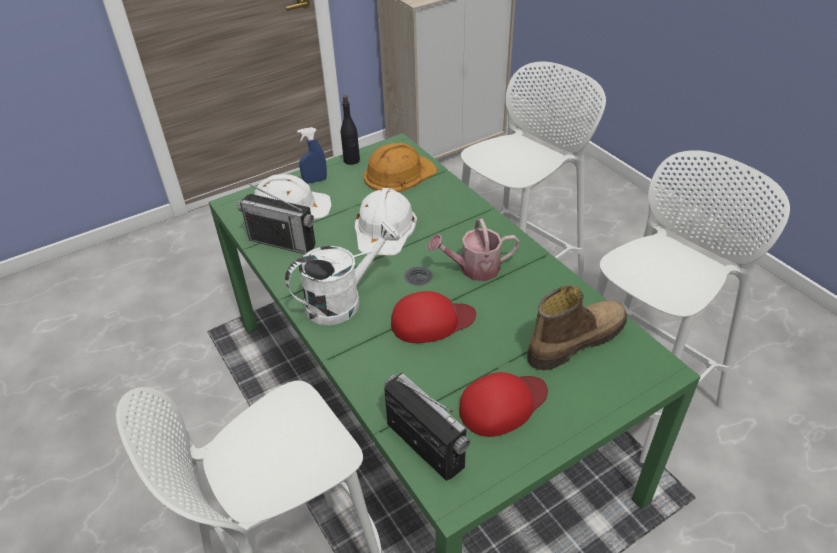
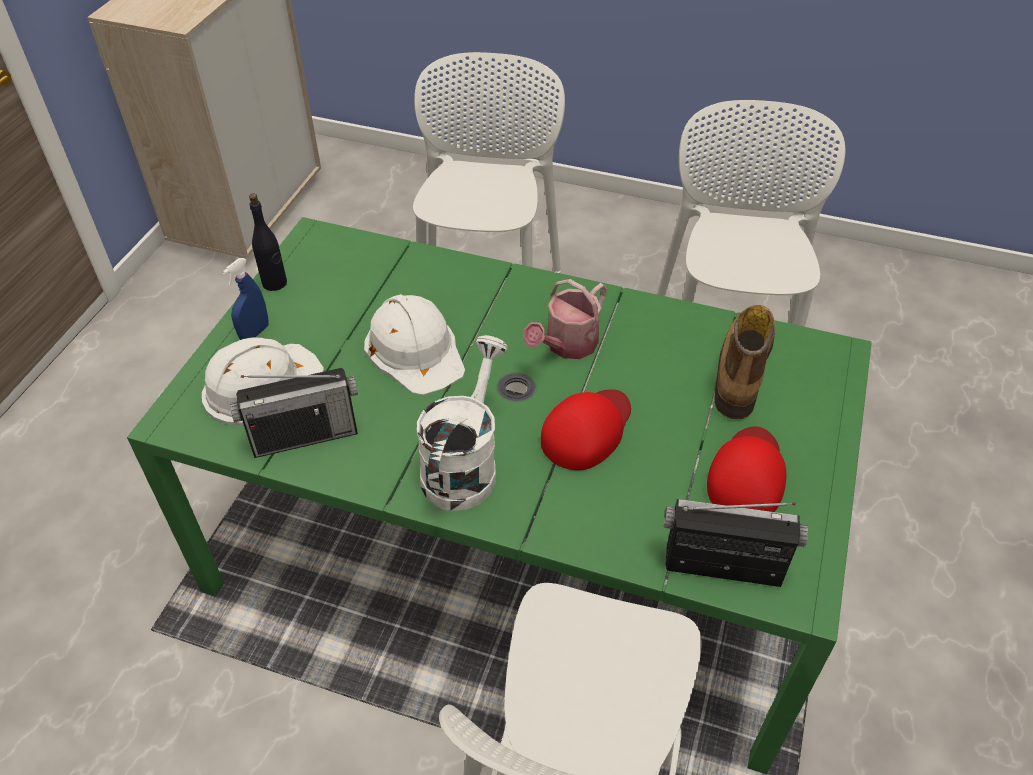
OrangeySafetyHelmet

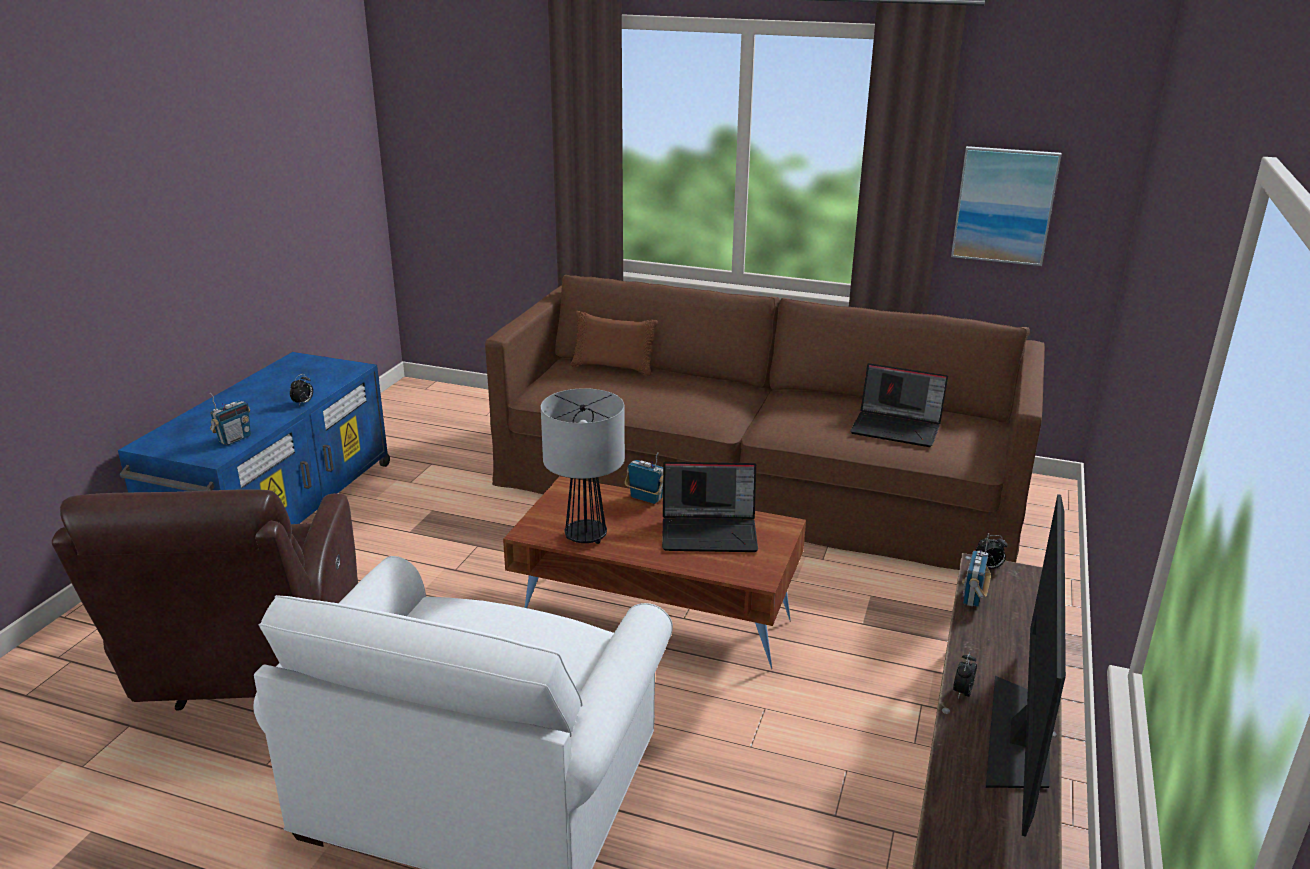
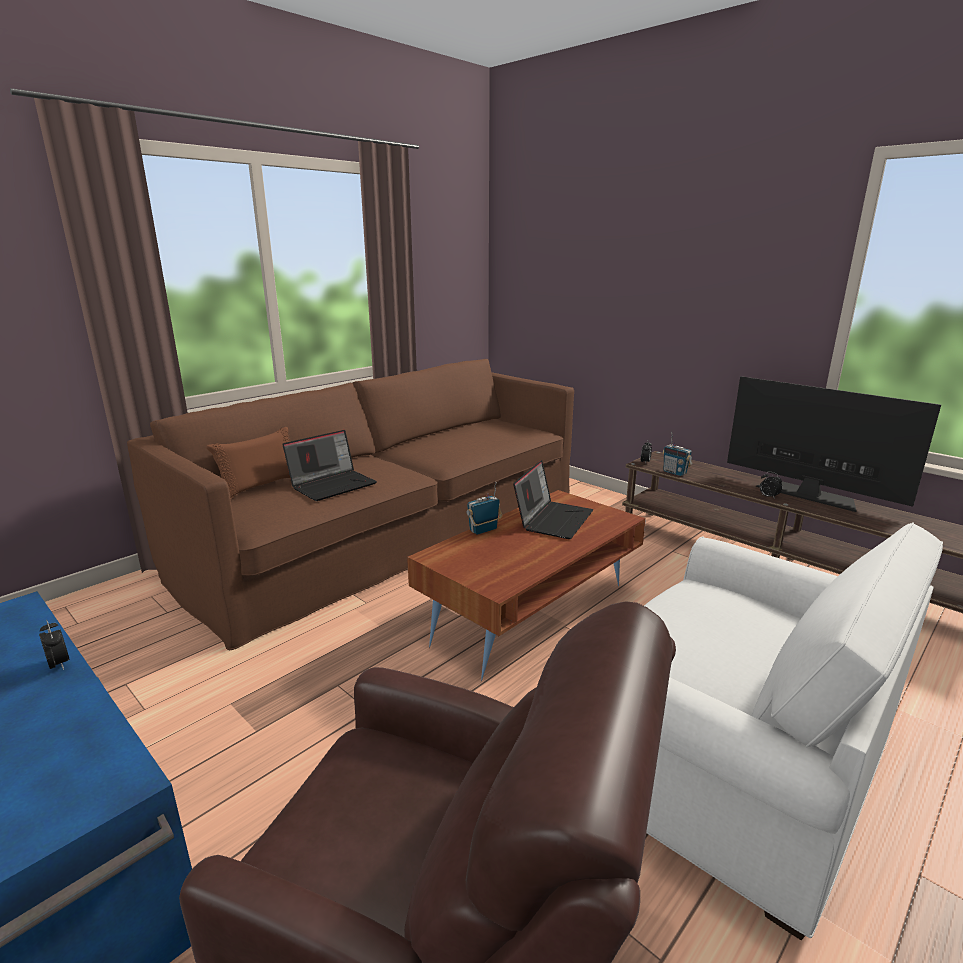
Radio (no. 1 from left in the first image); TabletopLamp; PortableComputer (no. 1 from left); WallArt

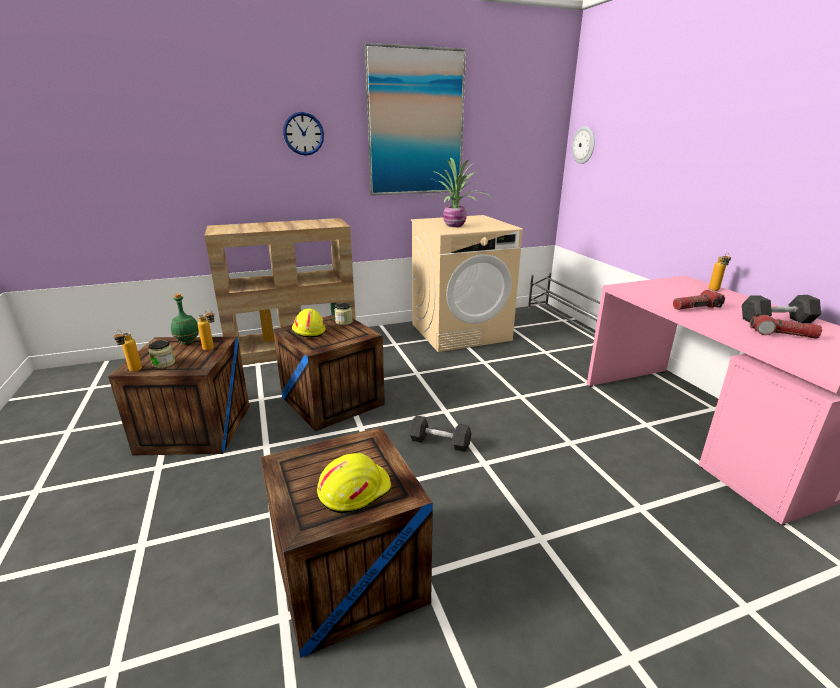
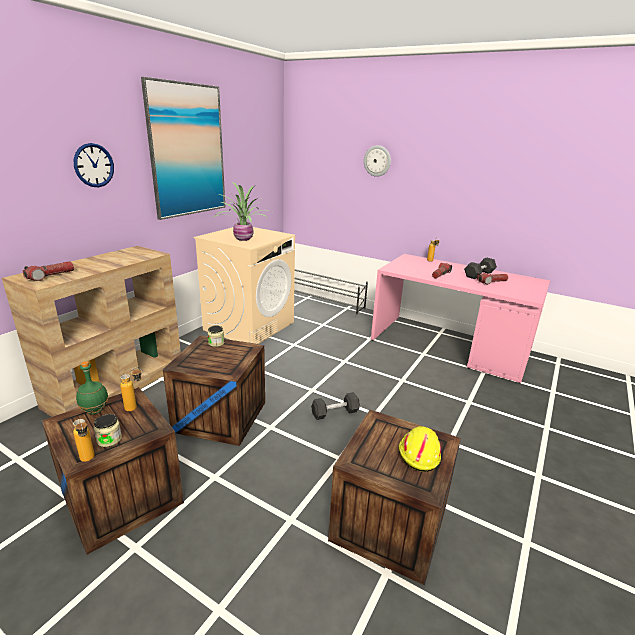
YellowishSafetyHelmet (no. 1 from left in the first image); ClockOnTheWall (no. 2 from left); Flashlight (no. 1 from left)

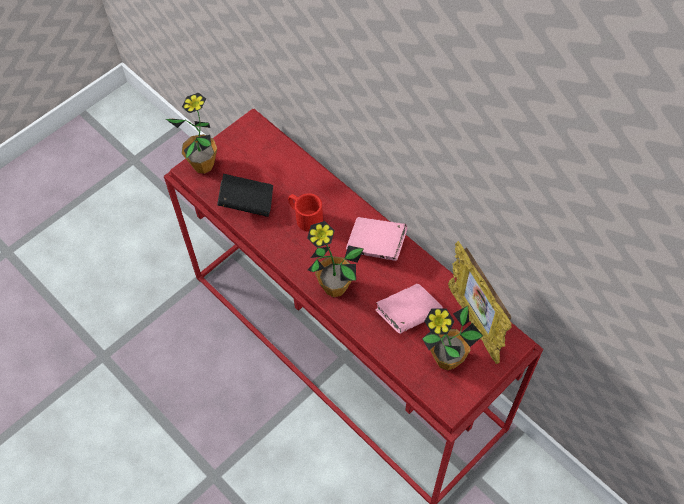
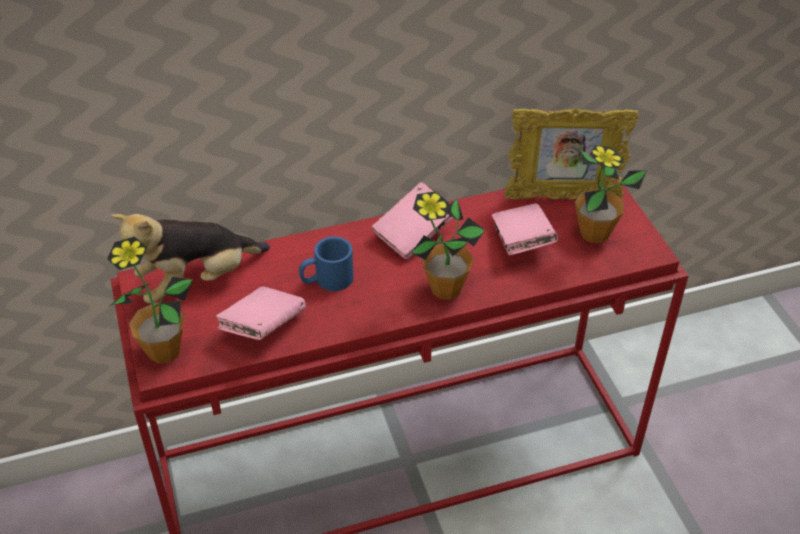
PinkishBoundBook (no. 1 from left); BlueCoffeeMug; CuddlyToy

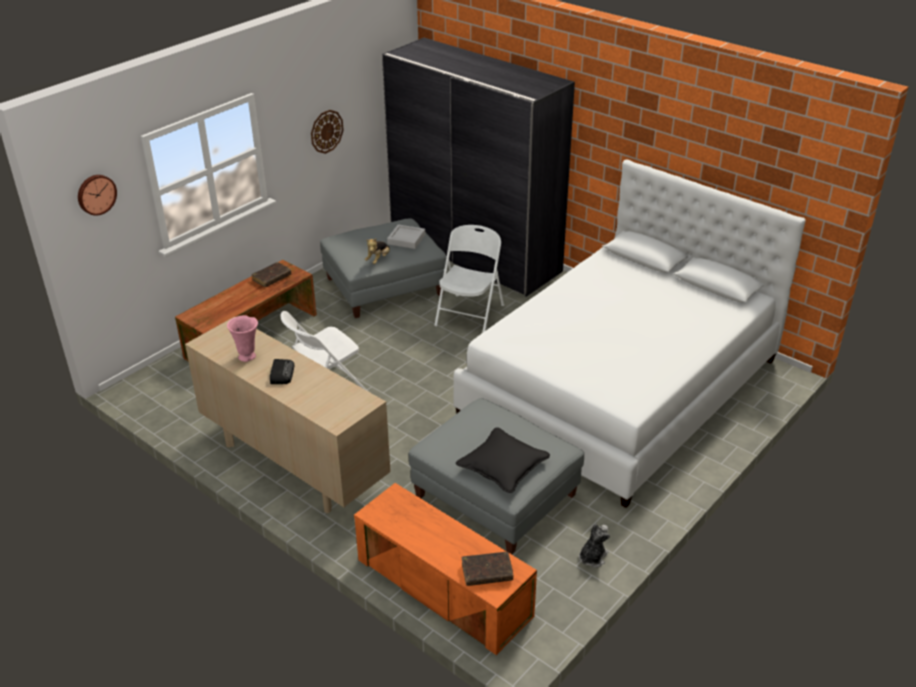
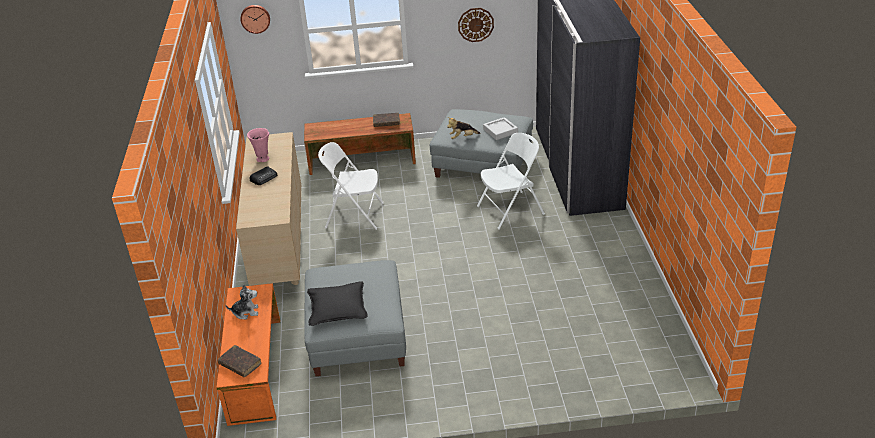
WhiteSleepingBed; CuddlyToy (no. 1 from left)

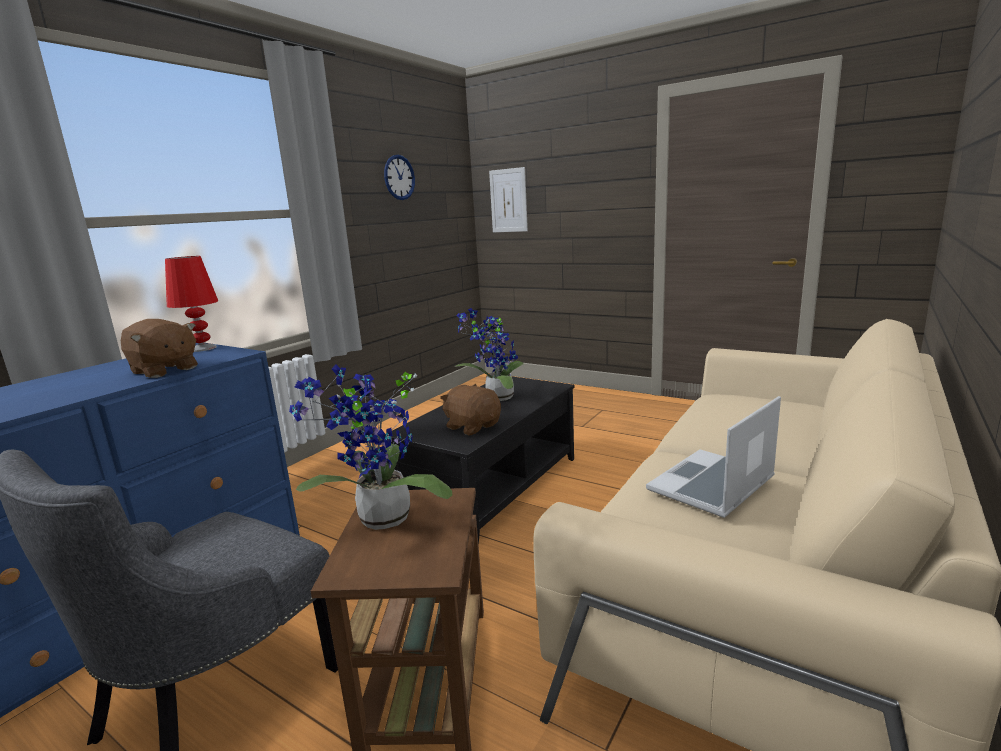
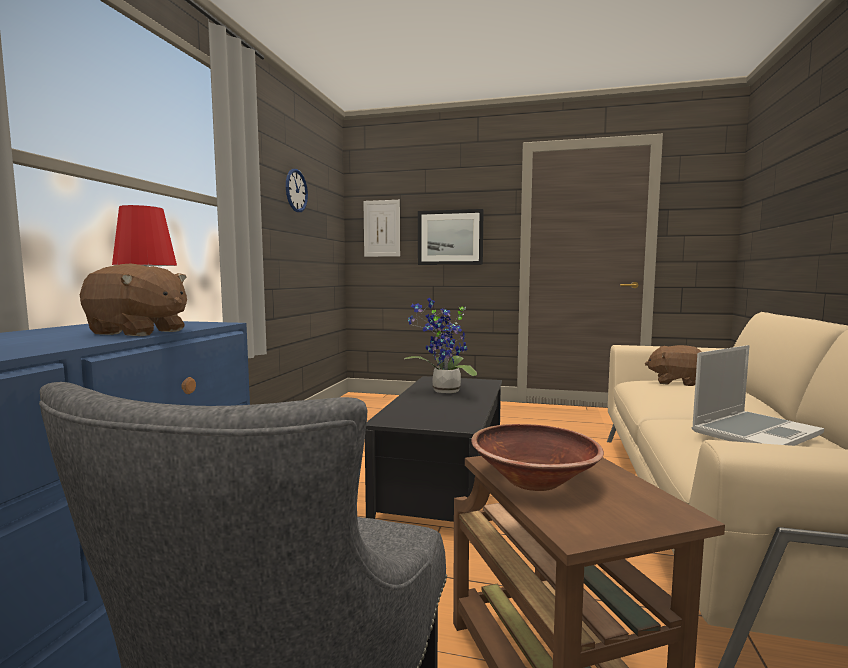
BrownColouredBowl; BrownColouredCuddlyToy (no. 2 from left); PortableComputer; WallArt (no. 2 from left)

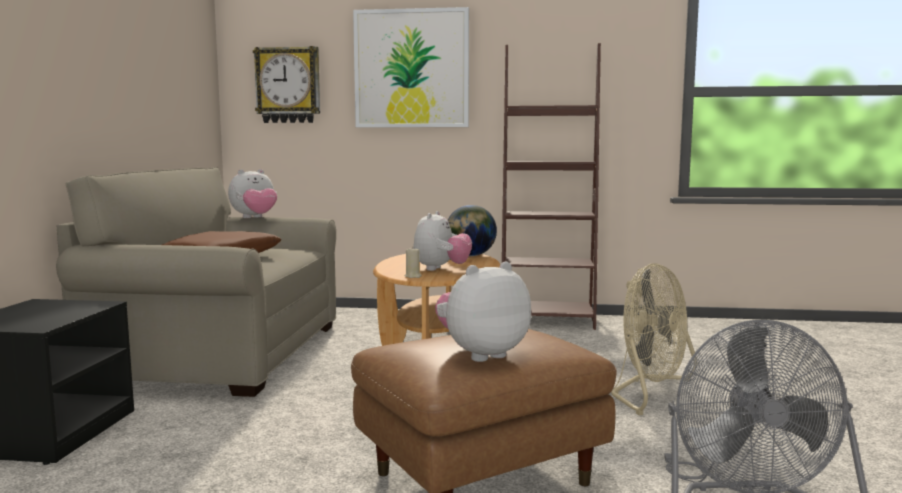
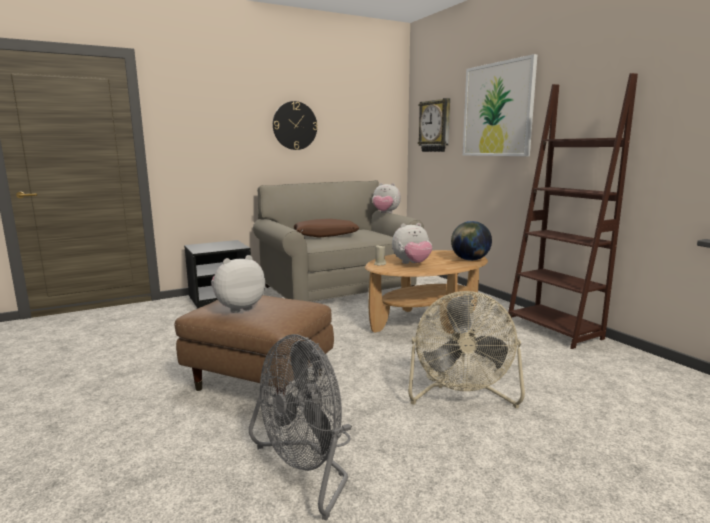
CuddlyToy (no. 1 from left); ClockOnTheWall (no. 1 from left)

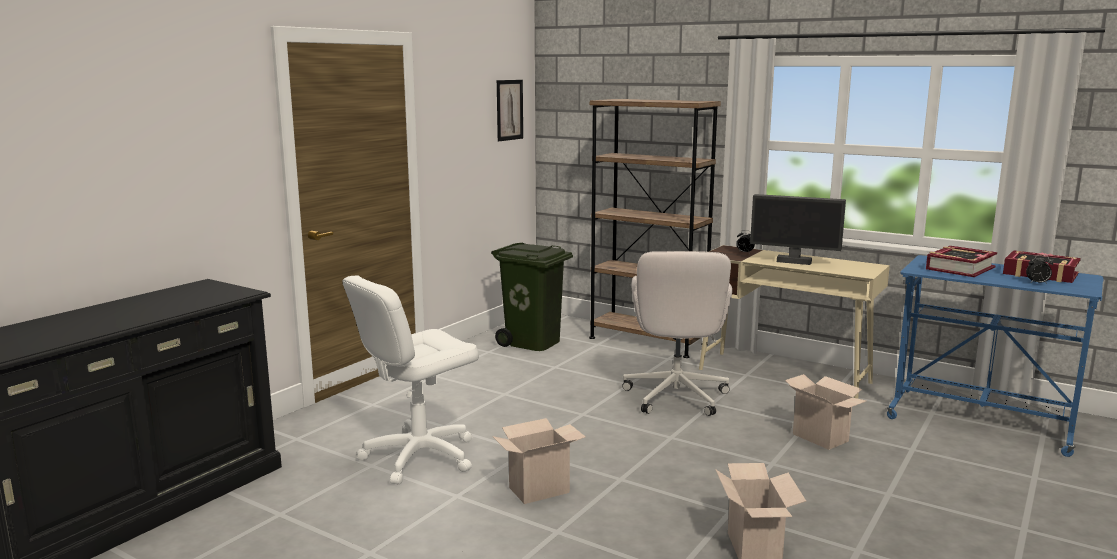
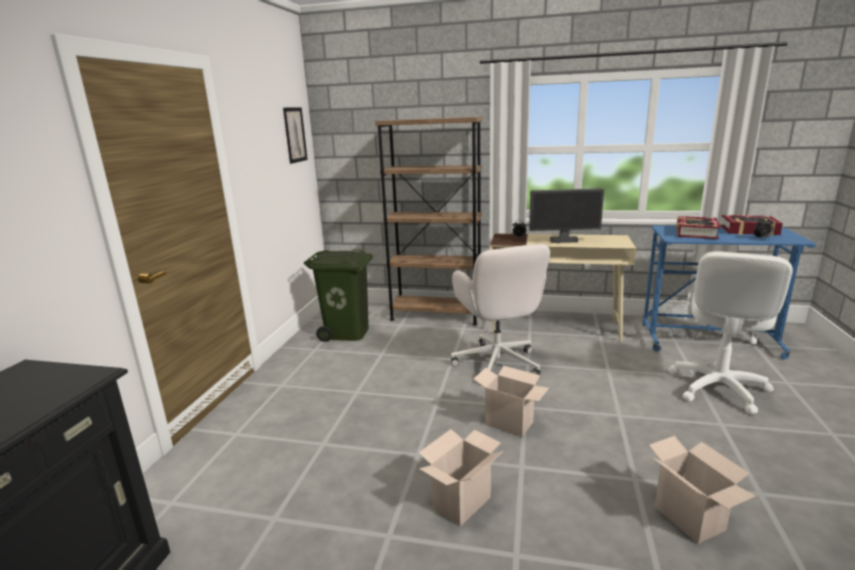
WhiteComputerChair (no. 2 from left); CardboardBox (no. 2 from left)

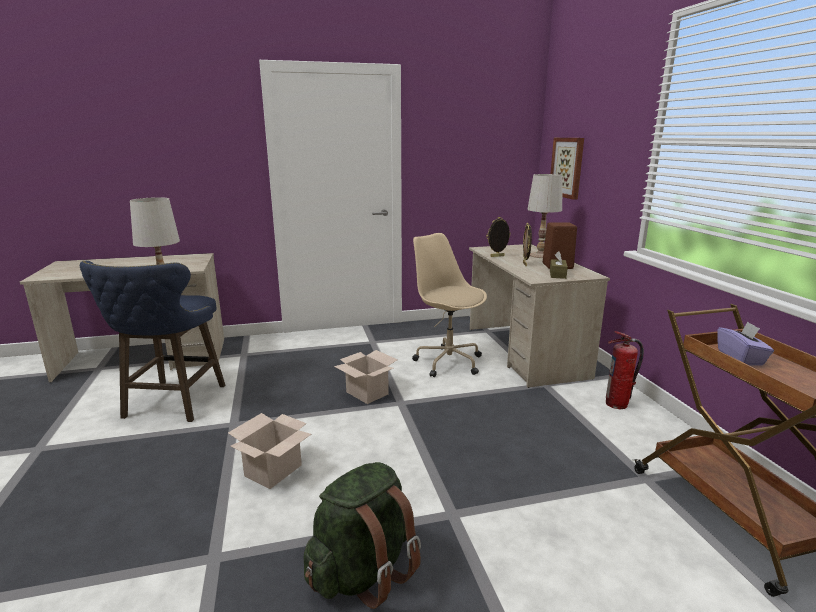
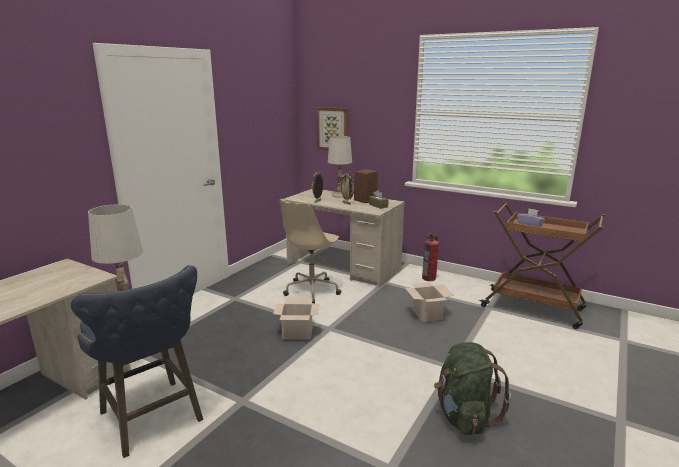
CardboardBox (no. 2 from left); SandColouredComputerChair

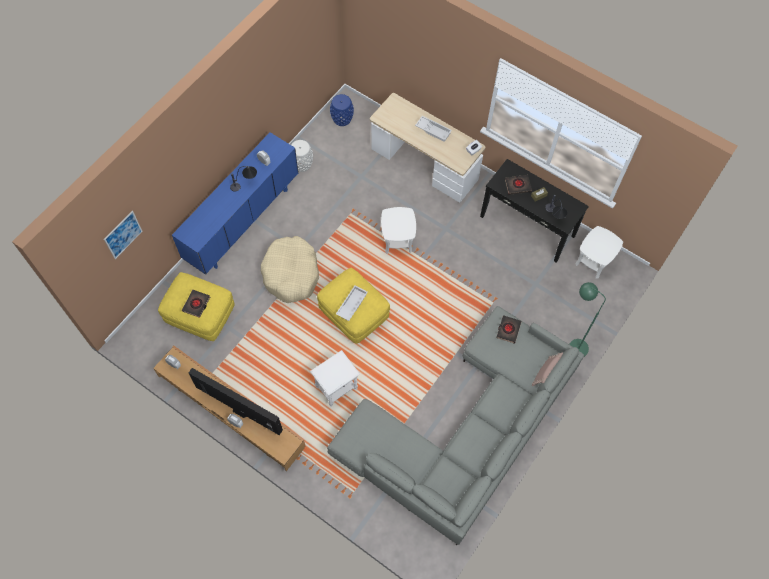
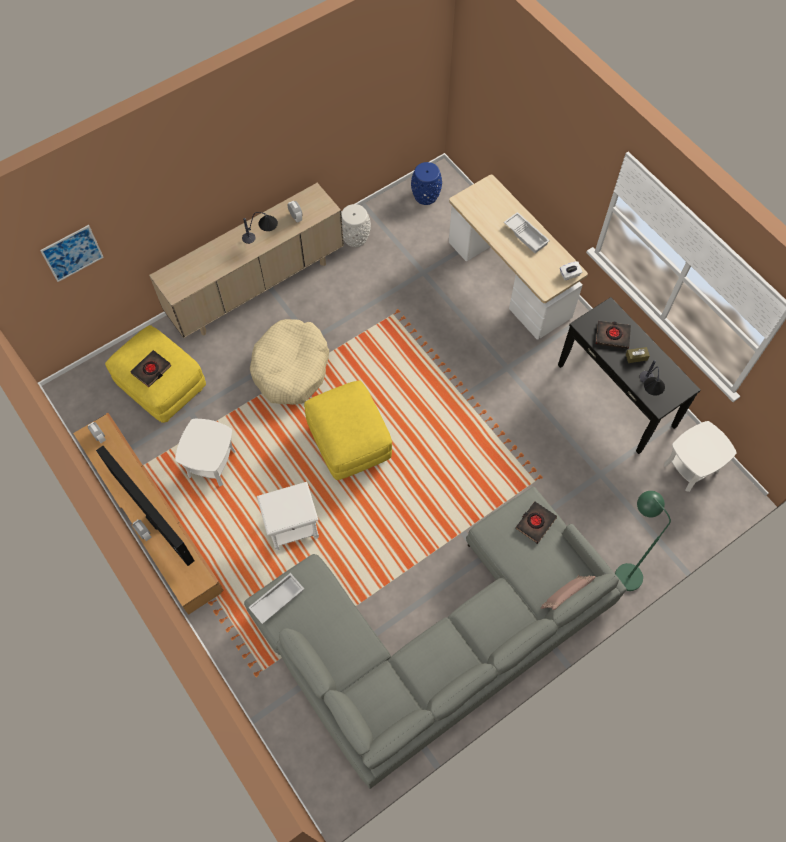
SandColouredCabinet; WhiteServingTray (no. 1 from left); WhiteAccentTable (no. 1 from left)

